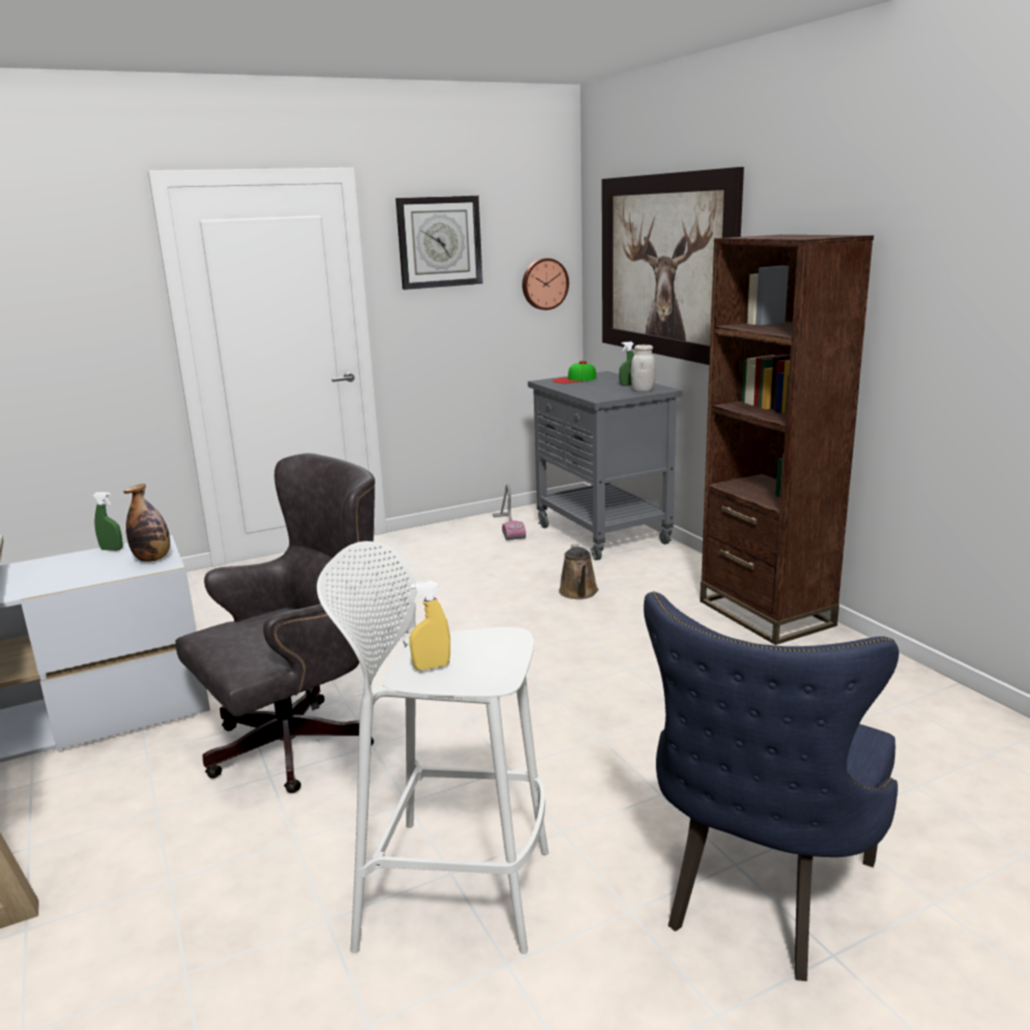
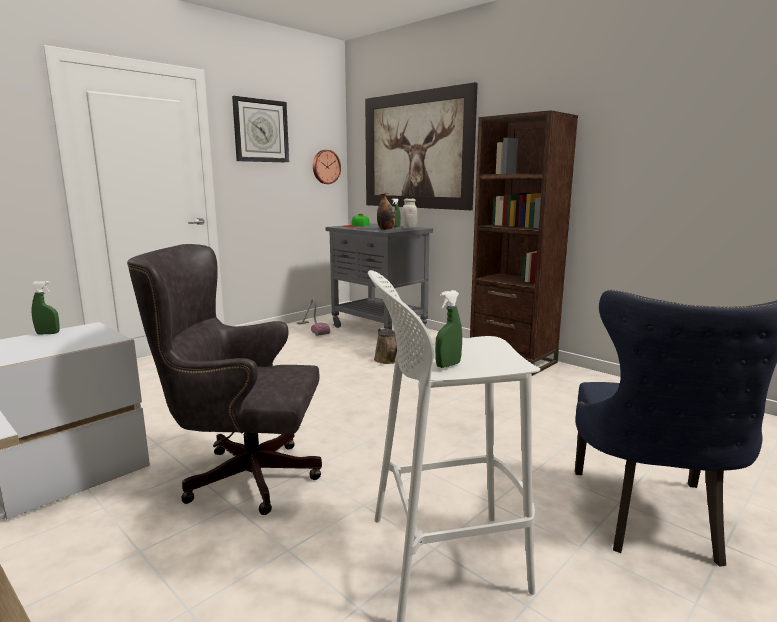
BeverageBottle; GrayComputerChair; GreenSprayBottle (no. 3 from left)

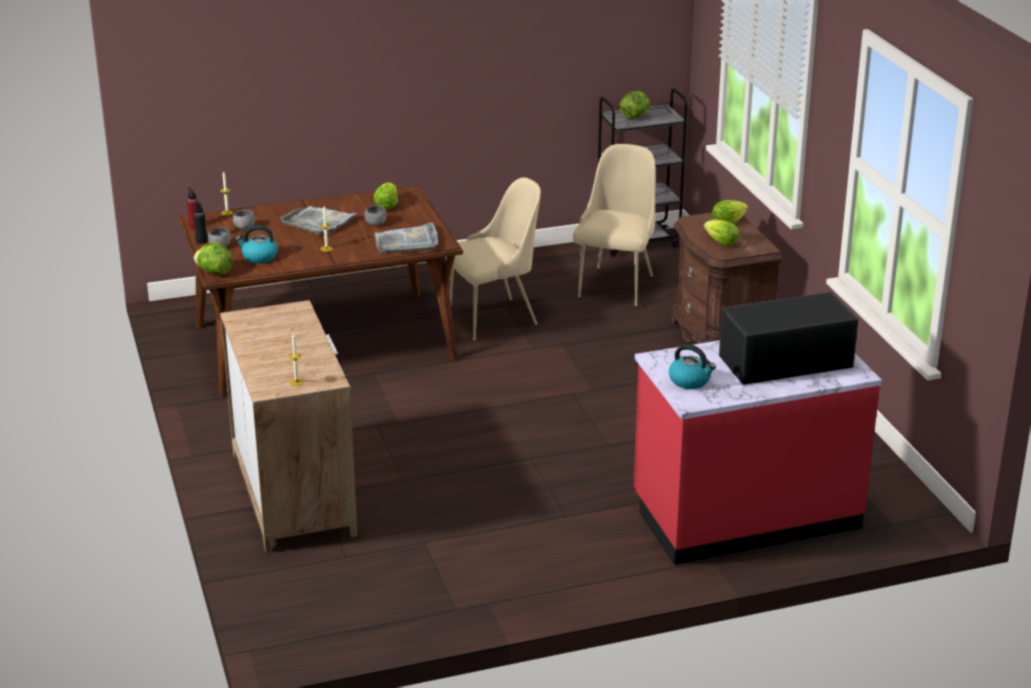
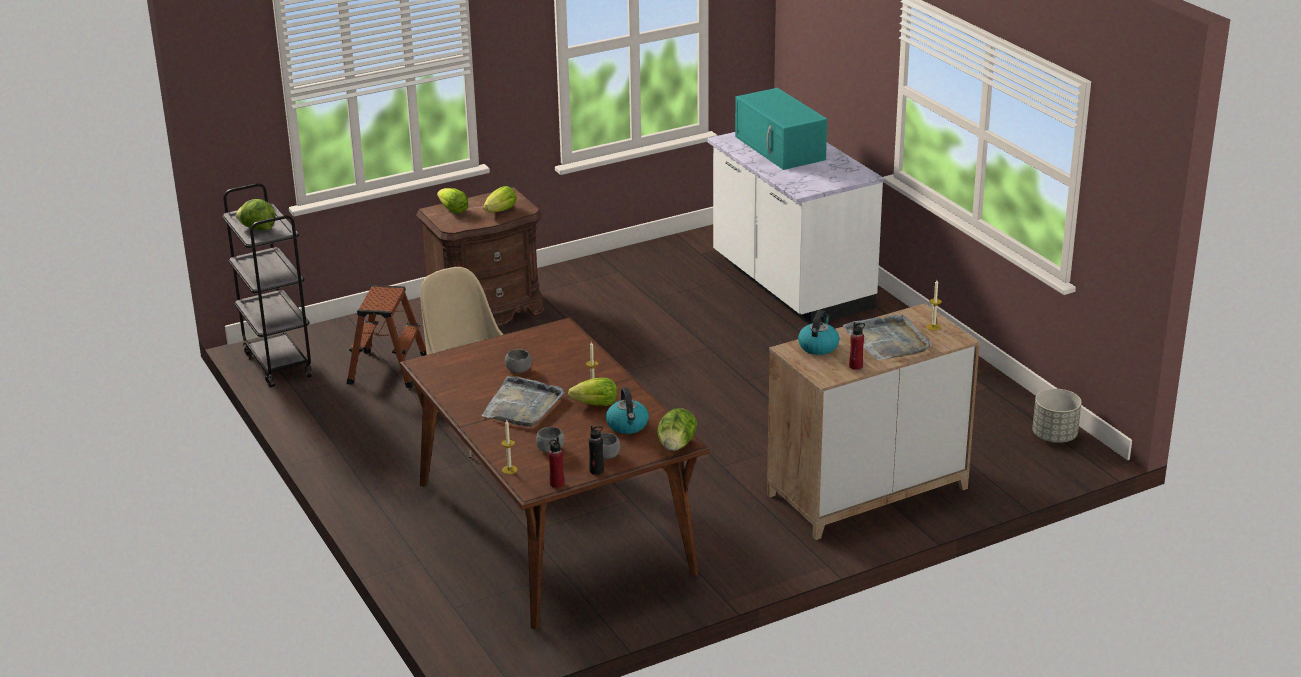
Lettuce (no. 4 from left); GrayServingTray (no. 2 from left); BrownColouredStepStool; WhiteKitchenCounter; Kettle (no. 2 from left); TurquoiseMicrowaveOven; ReddishBeverageBottle (no. 2 from left); GrayPlantPot

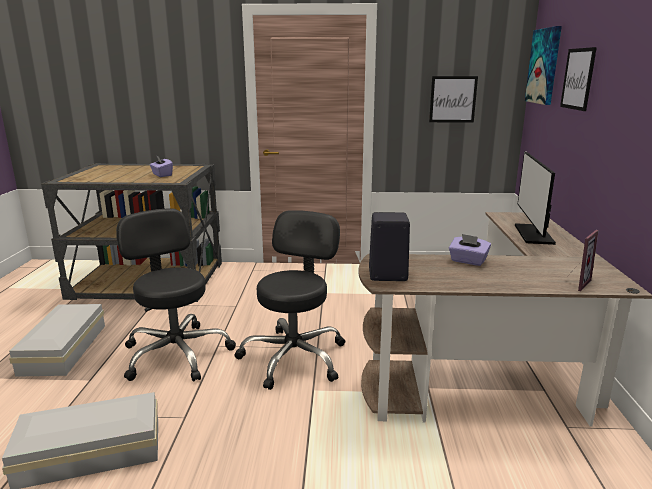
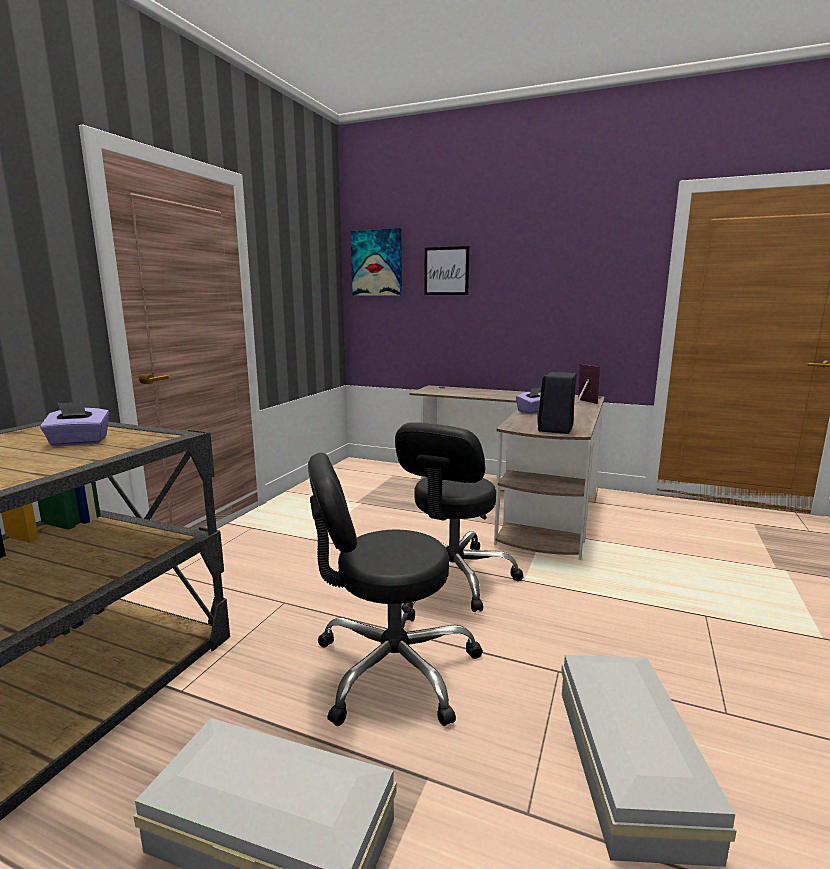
BlackComputerChair (no. 2 from left); WallArt (no. 1 from left in the first image); ComputerScreen

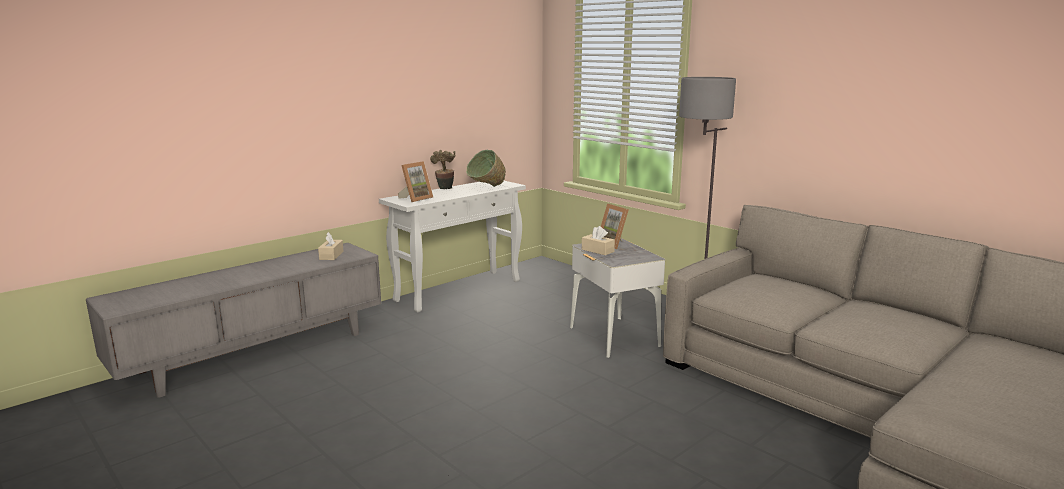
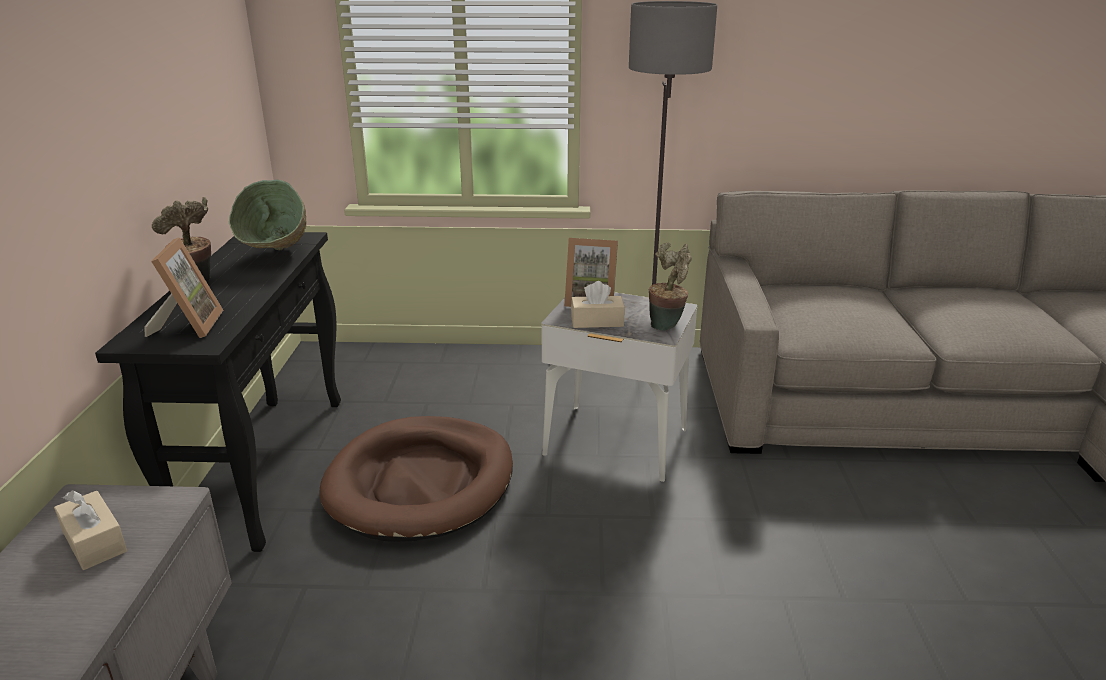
BlackHallTable; BrownColouredDogCushion; Houseplant (no. 2 from left)

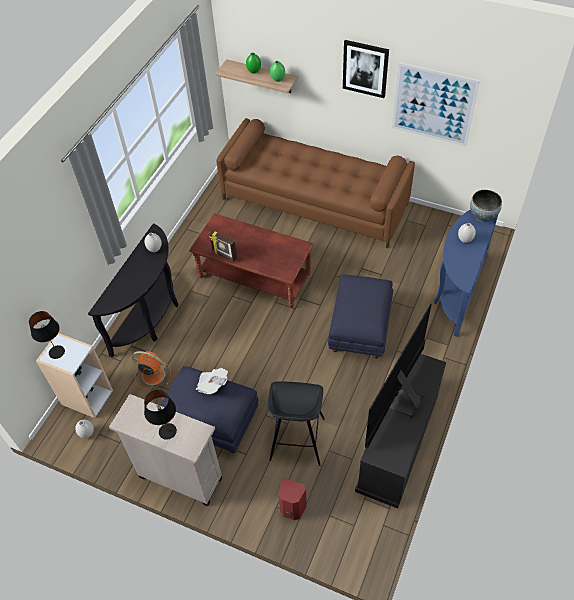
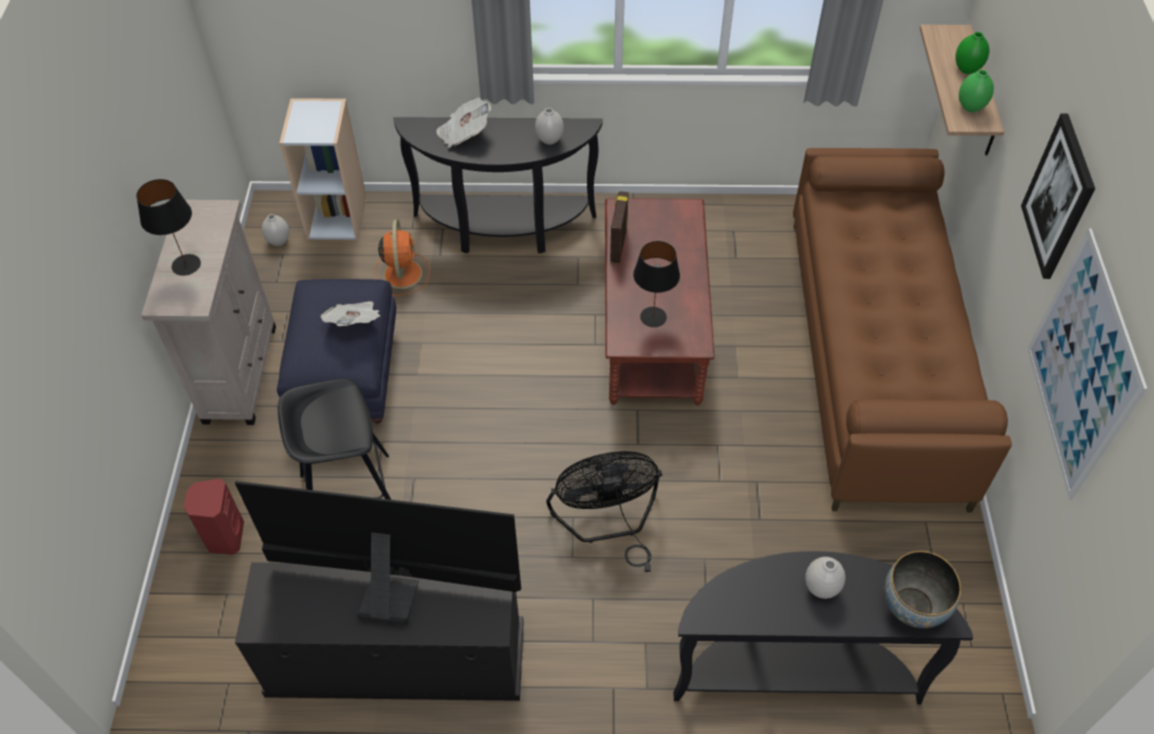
BlackTabletopLamp (no. 2 from left); BlackFan; BlackHallTable (no. 2 from left); PrintedPaper (no. 2 from left)

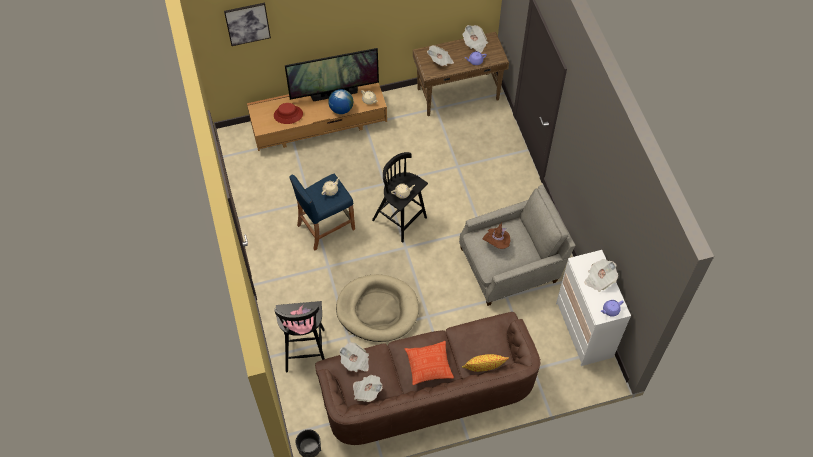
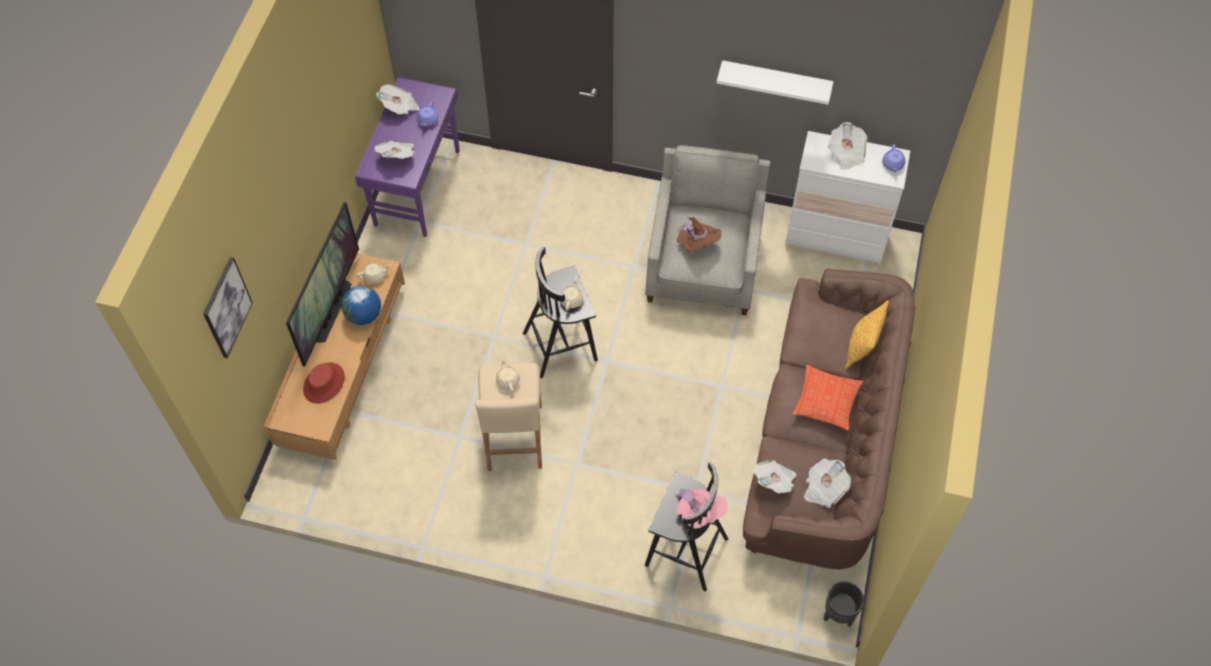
SandColouredStoolSeat; SandColouredDogCushion; PurplishHallTable; WhiteBracketShelf

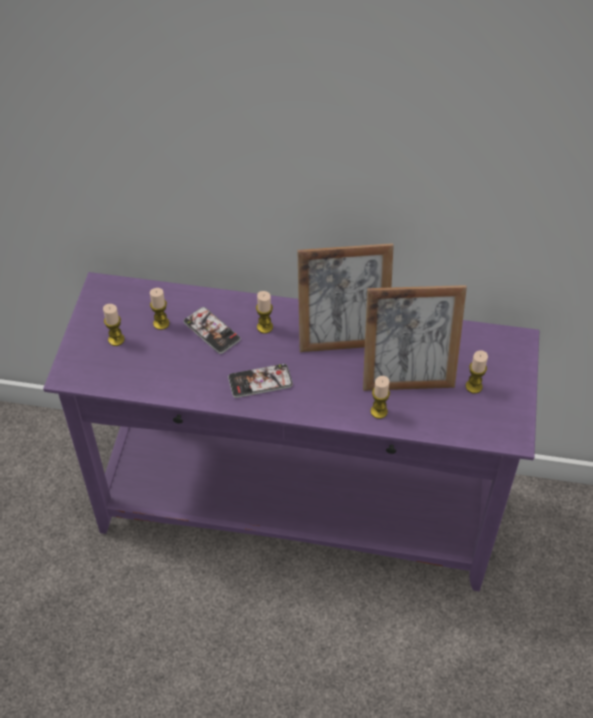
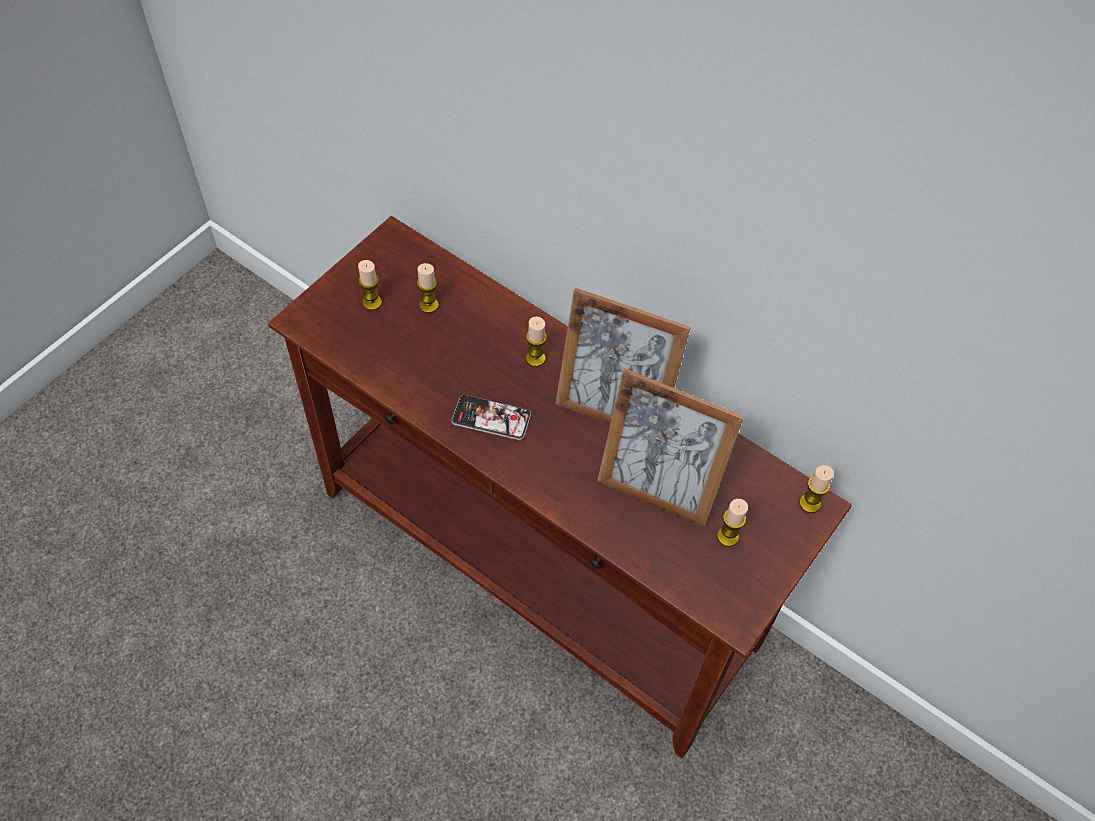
BrownColouredHallTable; Handset (no. 1 from left in the first image); WaxCandle (no. 5 from left)

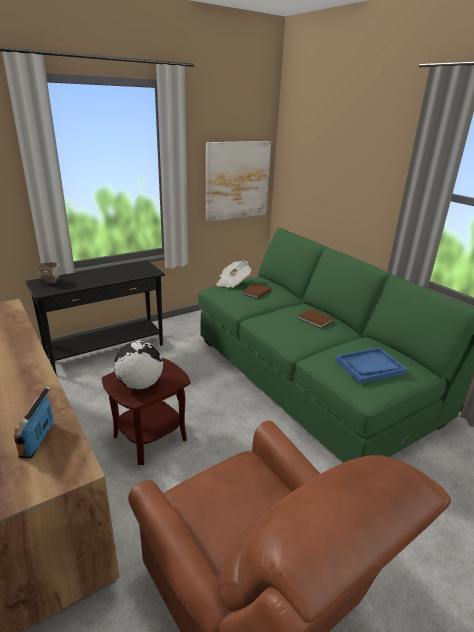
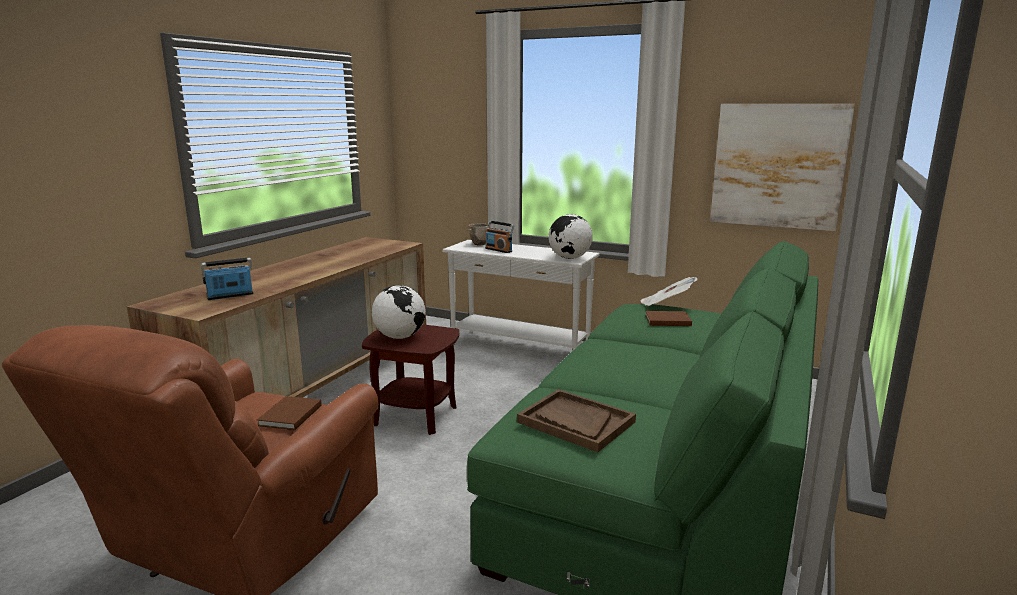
WhiteHallTable; BrownColouredBoundBook (no. 1 from left); BrownColouredServingTray; Radio (no. 2 from left); WorldGlobe (no. 2 from left)

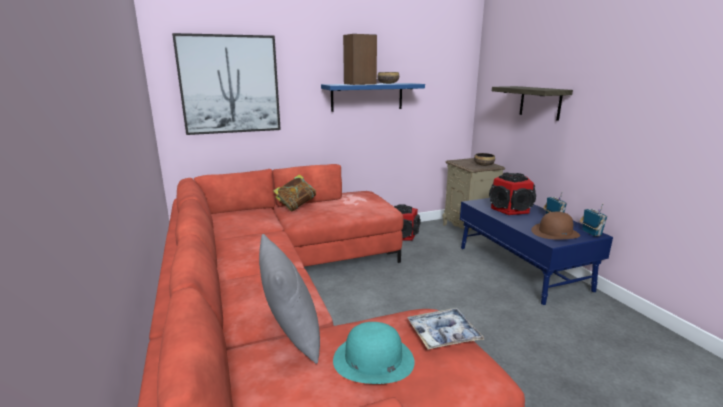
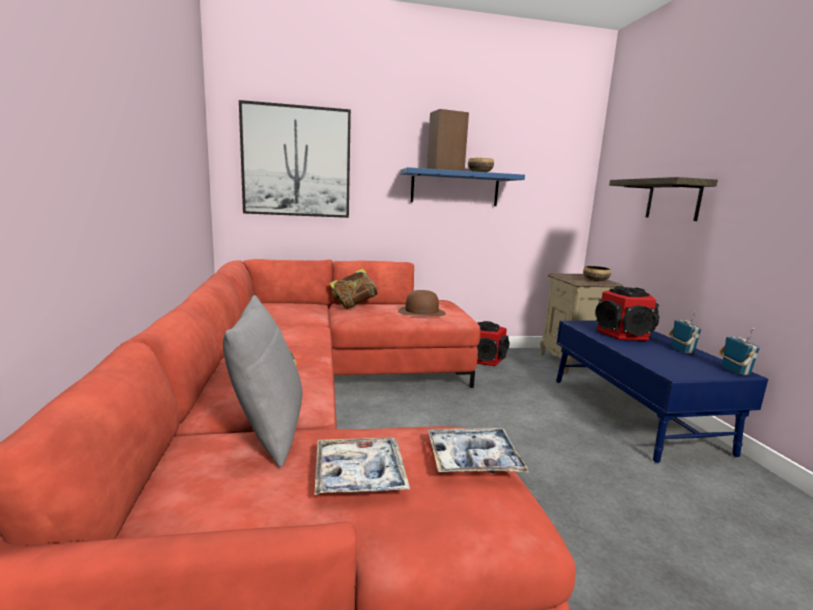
ServingTray (no. 1 from left); BrownColouredClothingHat

